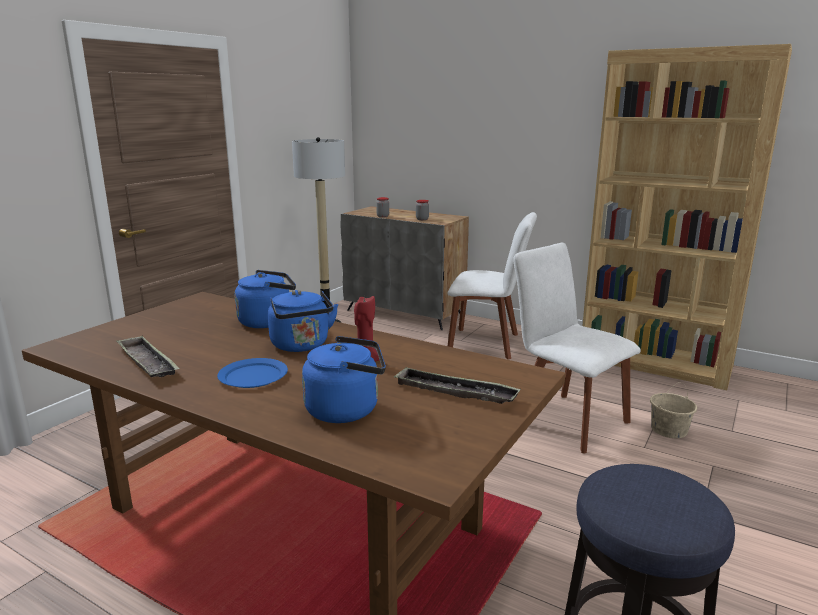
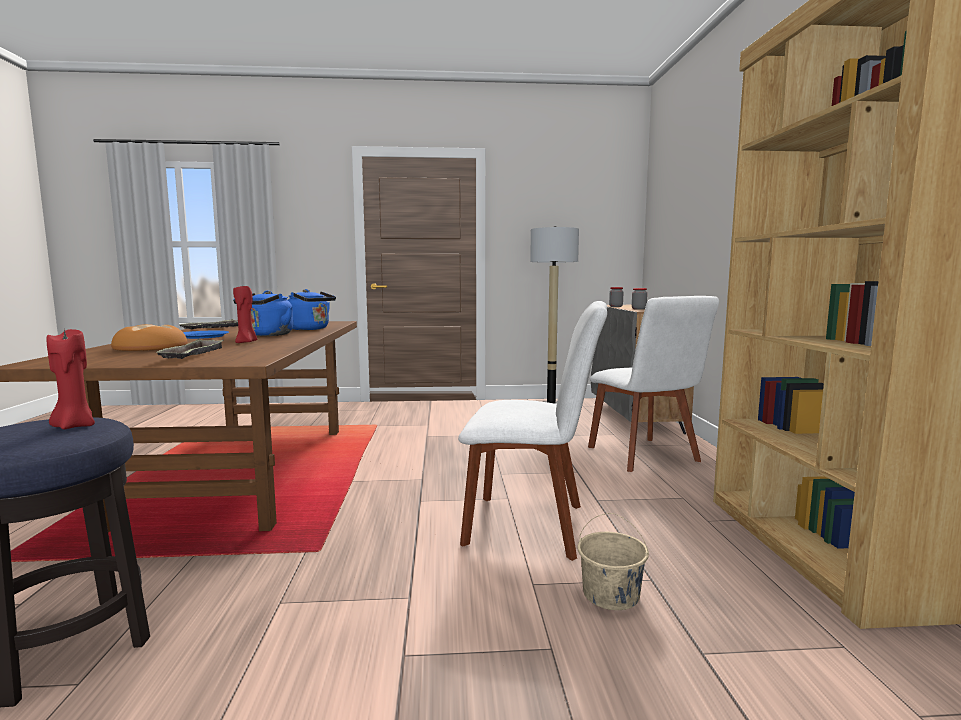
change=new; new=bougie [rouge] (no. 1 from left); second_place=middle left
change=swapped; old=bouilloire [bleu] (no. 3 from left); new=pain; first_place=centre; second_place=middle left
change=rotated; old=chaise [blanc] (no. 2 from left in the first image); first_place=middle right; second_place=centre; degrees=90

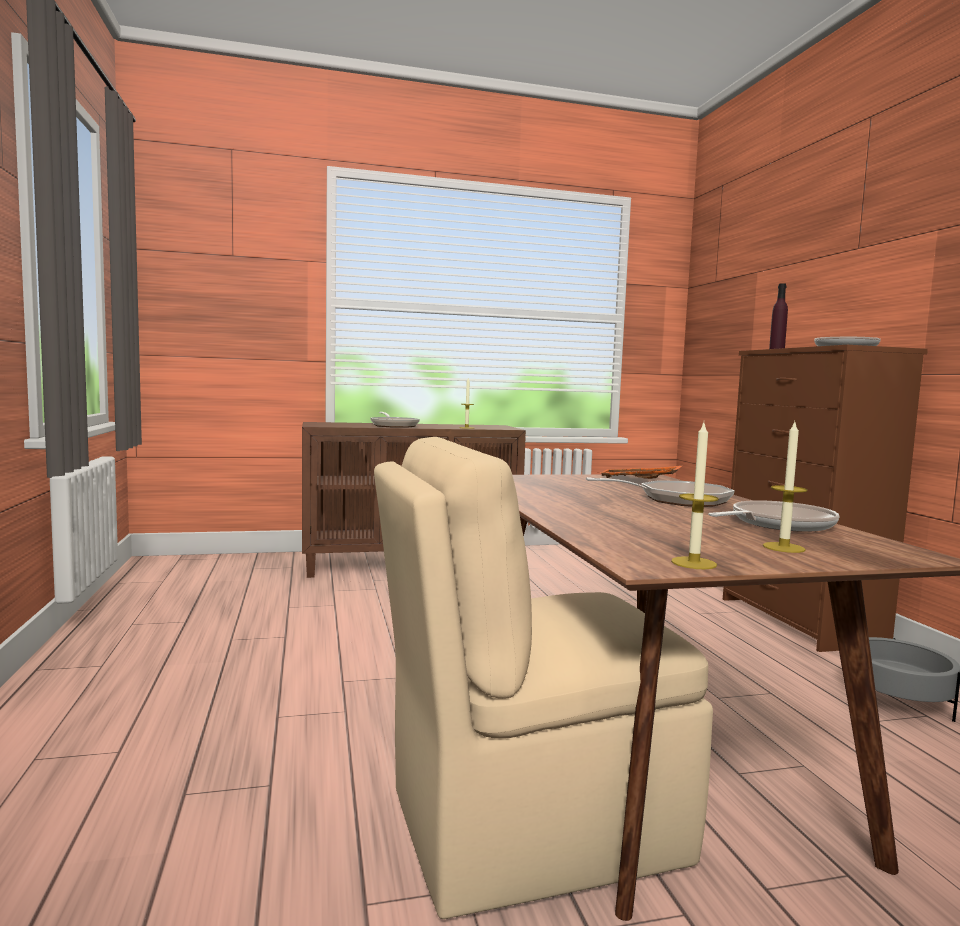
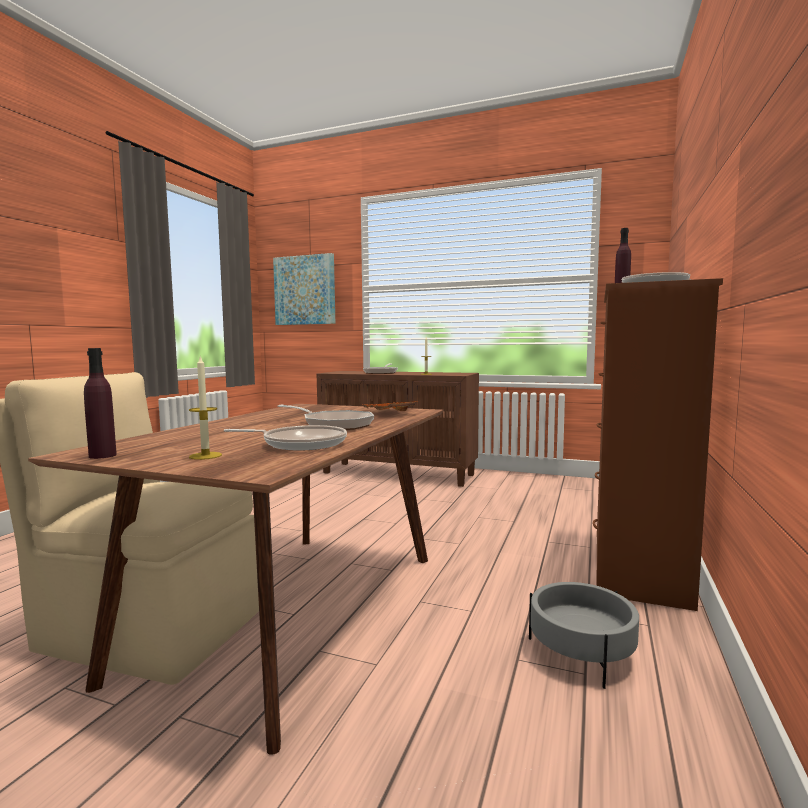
change=swapped; old=bougie (no. 2 from left); new=bouteille [violet] (no. 1 from left); first_place=middle right; second_place=middle left
change=new; new=tableau; second_place=centre

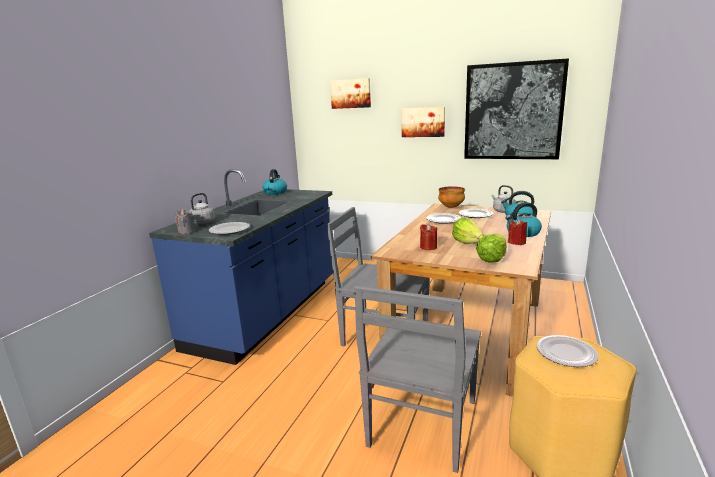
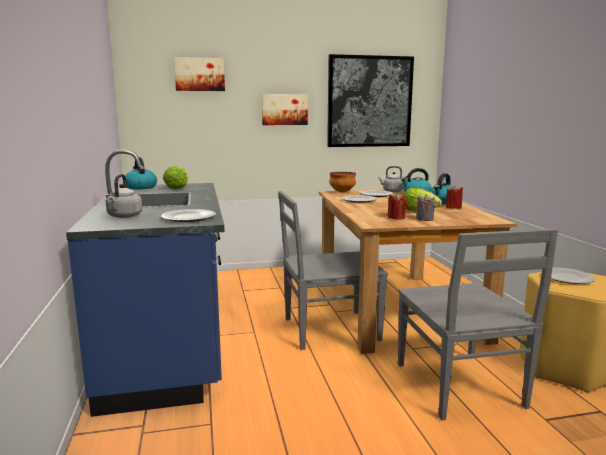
change=shifted; old=laitue (no. 2 from left in the first image); new=laitue (no. 1 from left); first_place=middle right; second_place=middle left
change=shifted; old=bougie [gris]; first_place=middle left; second_place=middle right

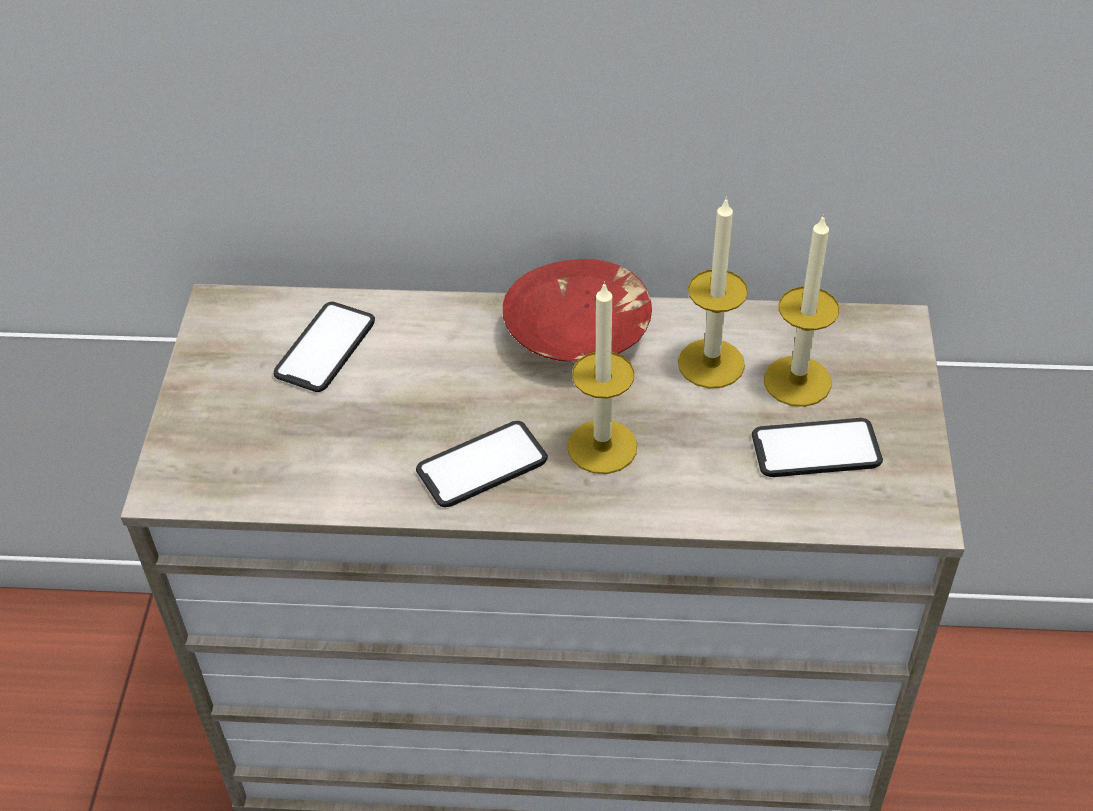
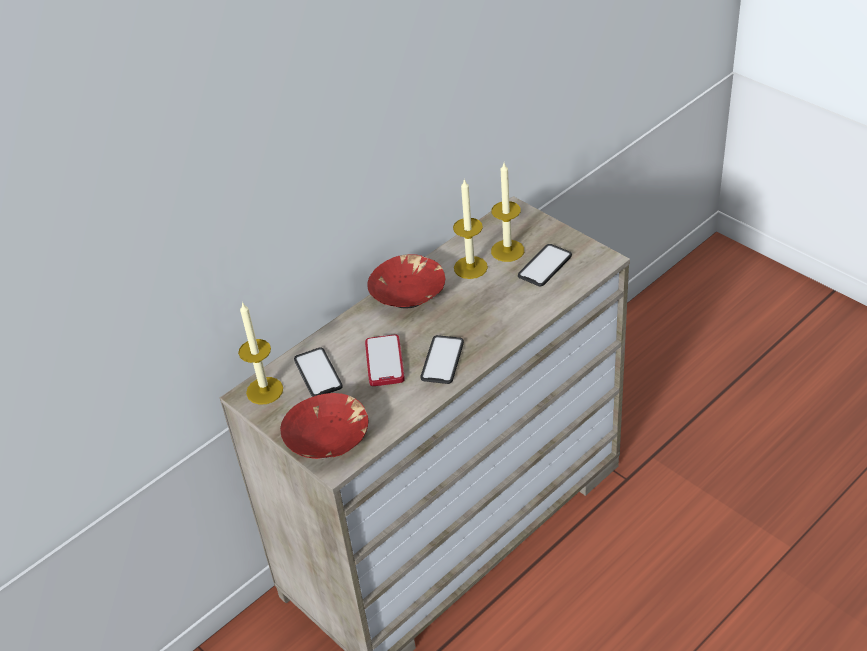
change=shifted; old=bougie (no. 1 from left); first_place=centre; second_place=middle left
change=new; new=bol [rouge] (no. 1 from left); second_place=centre
change=new; new=téléphone (no. 2 from left); second_place=centre

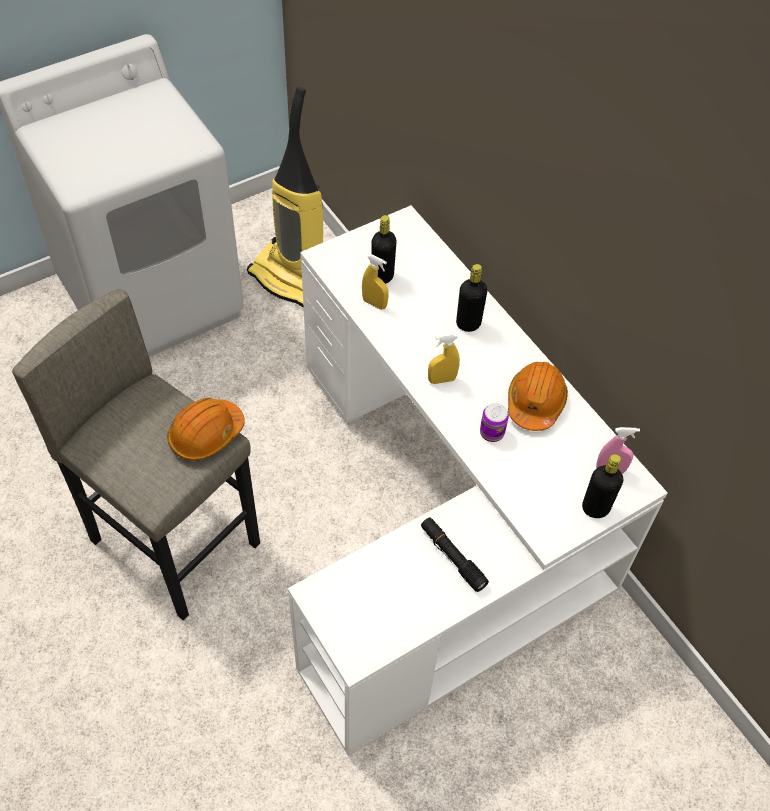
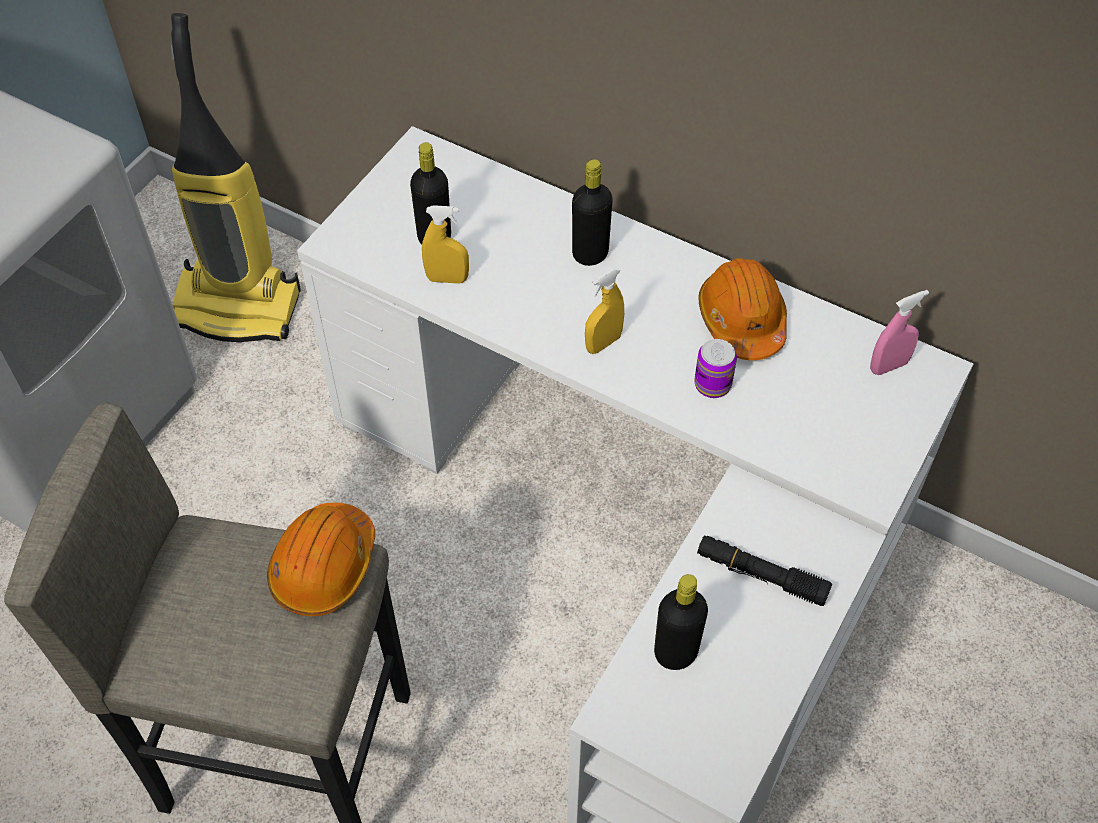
change=shifted; old=bouteille [noir] (no. 3 from left); first_place=middle right; second_place=bottom centre

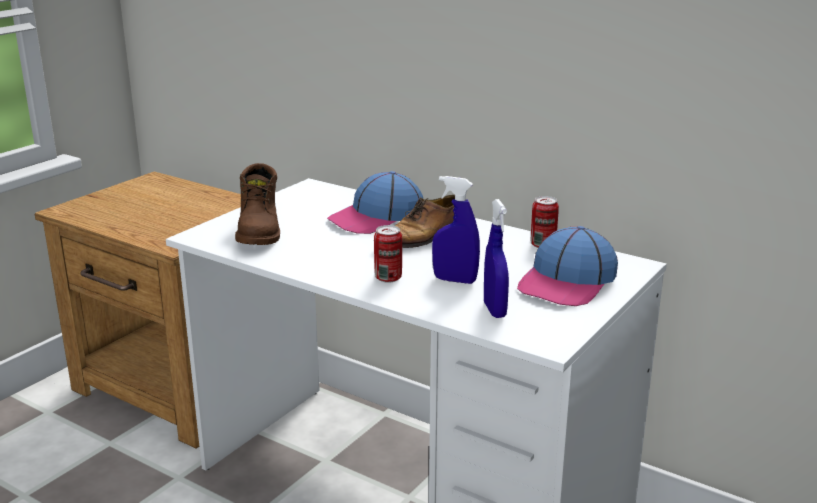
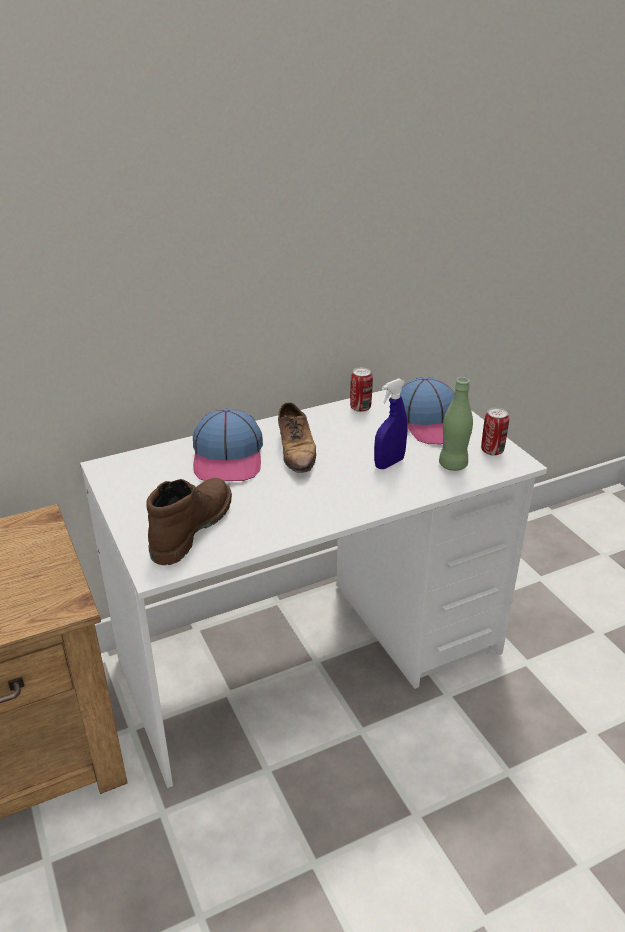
change=rotated; old=botte [marron]; first_place=middle left; second_place=middle left; degrees=-90
change=swapped; old=vaporisateur [bleu] (no. 2 from left); new=bouteille [vert]; first_place=centre; second_place=middle right
change=shifted; old=boîte métallique (no. 1 from left in the first image); new=boîte métallique (no. 2 from left); first_place=centre; second_place=middle right

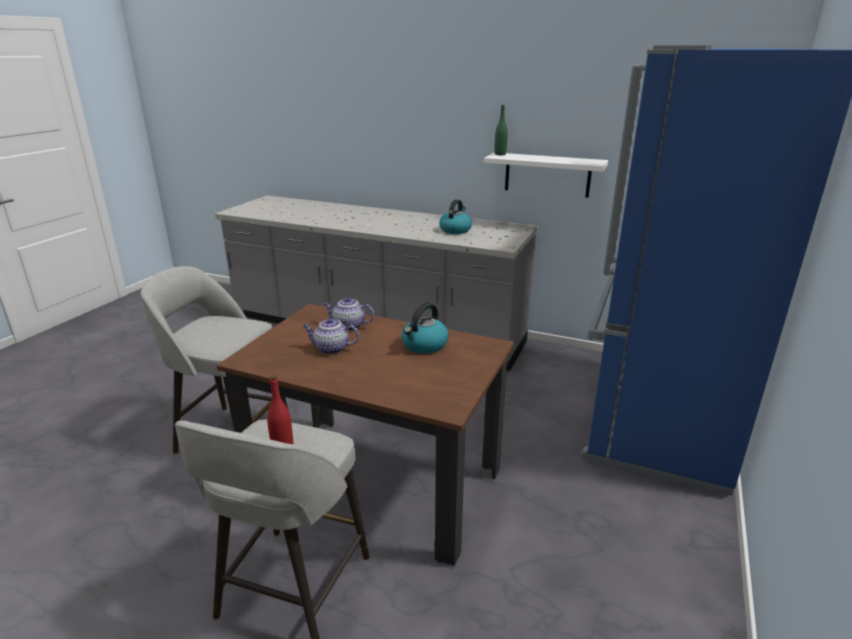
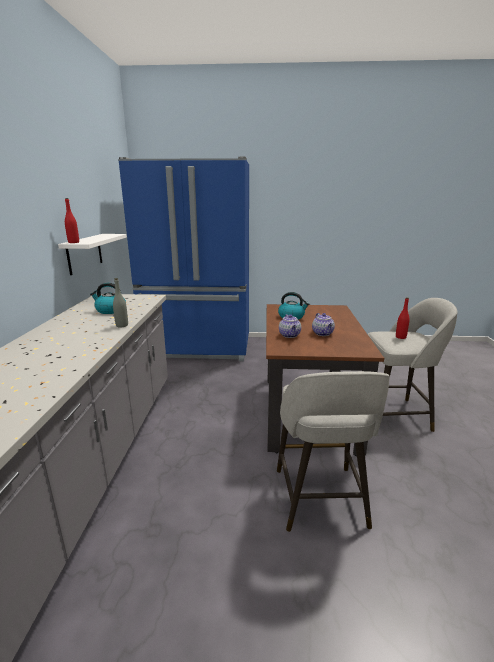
change=repainted; old=bouteille [vert]; new=bouteille [rouge] (no. 1 from left); first_place=top centre; second_place=top left
change=new; new=bouteille [gris]; second_place=middle left

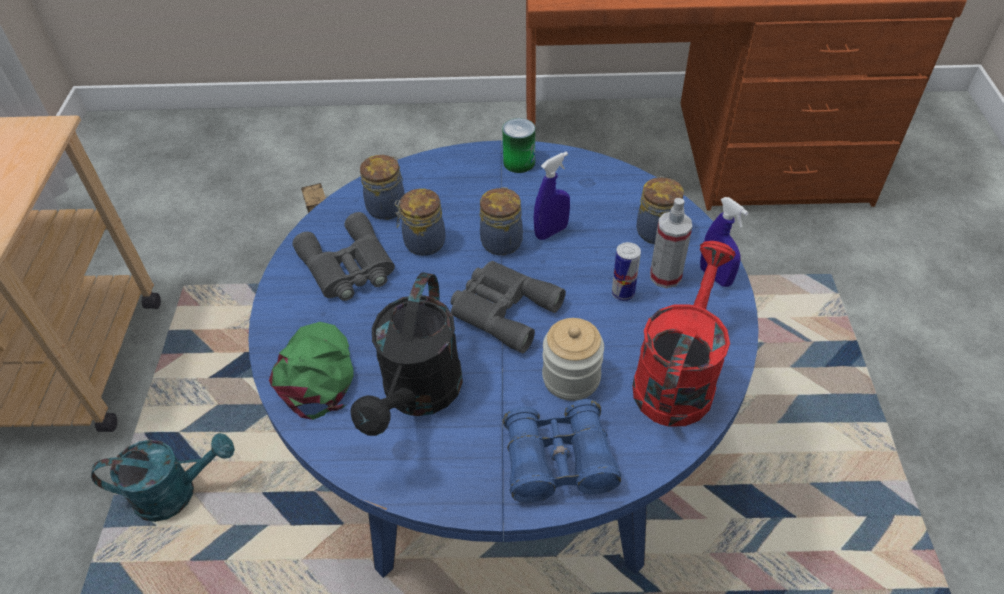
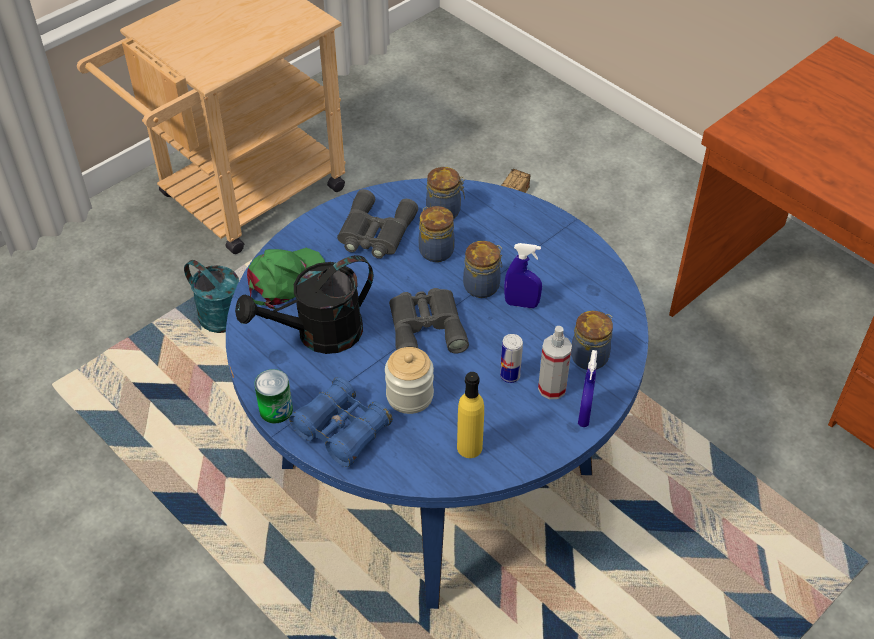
change=shifted; old=boîte métallique (no. 1 from left); first_place=top centre; second_place=middle left
change=swapped; old=arrosoir [rouge]; new=bouteille [jaune]; first_place=middle right; second_place=centre

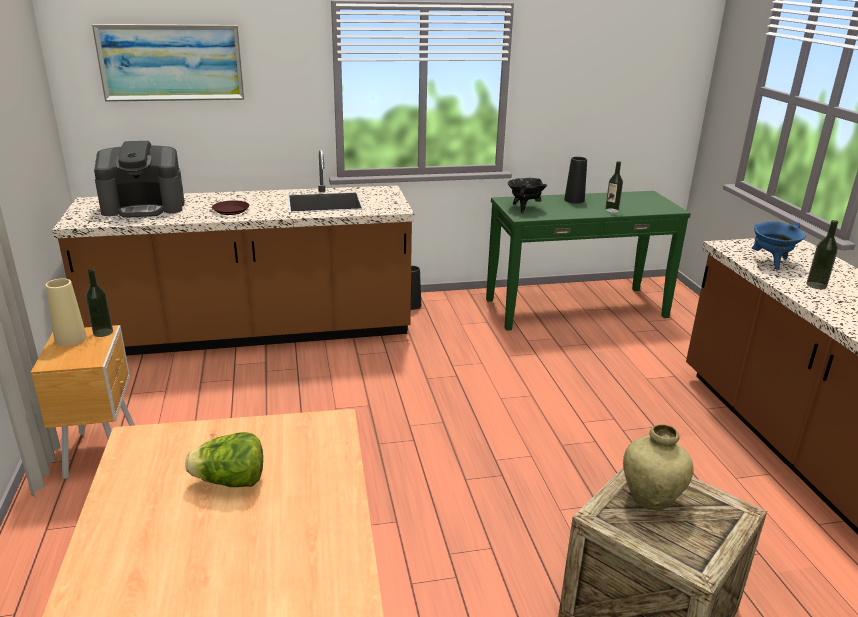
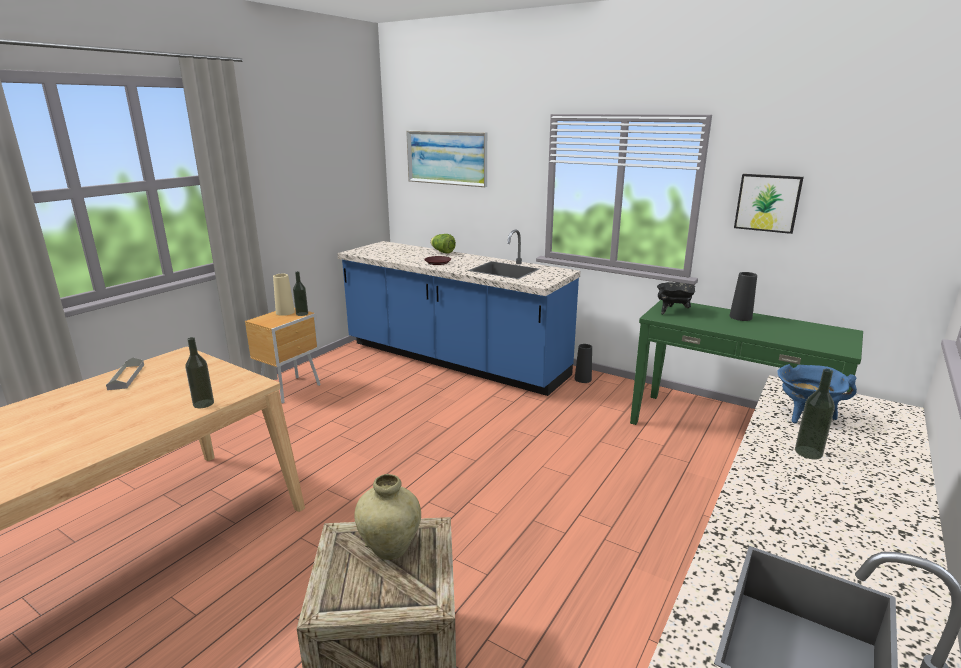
change=new; new=plateau [gris]; second_place=middle left
change=shifted; old=bouteille (no. 2 from left in the first image); new=bouteille (no. 1 from left); first_place=top right; second_place=middle left
change=repainted; old=comptoir de cuisine [marron] (no. 1 from left); new=comptoir de cuisine [bleu]; first_place=middle left; second_place=centre
change=shifted; old=laitue; first_place=bottom left; second_place=centre
change=new; new=tableau (no. 2 from left); second_place=top right
change=gone; old=machine à café; first_place=top left

